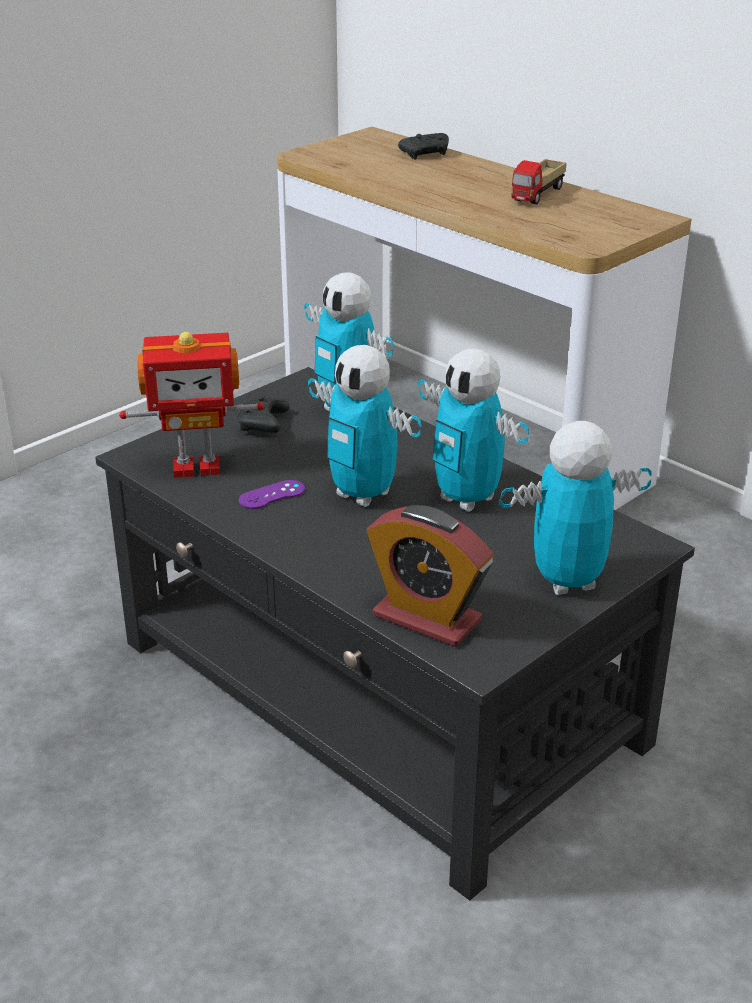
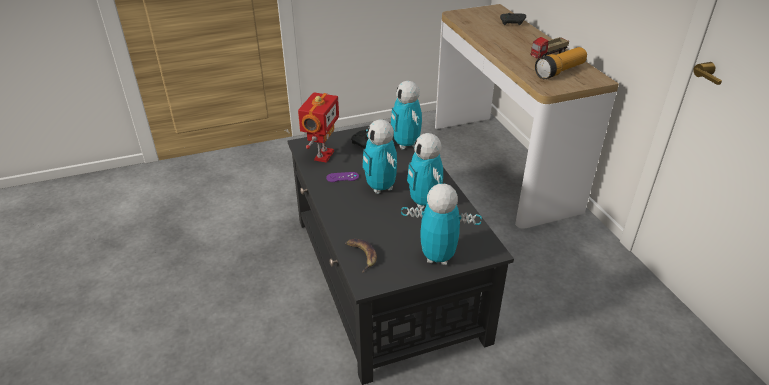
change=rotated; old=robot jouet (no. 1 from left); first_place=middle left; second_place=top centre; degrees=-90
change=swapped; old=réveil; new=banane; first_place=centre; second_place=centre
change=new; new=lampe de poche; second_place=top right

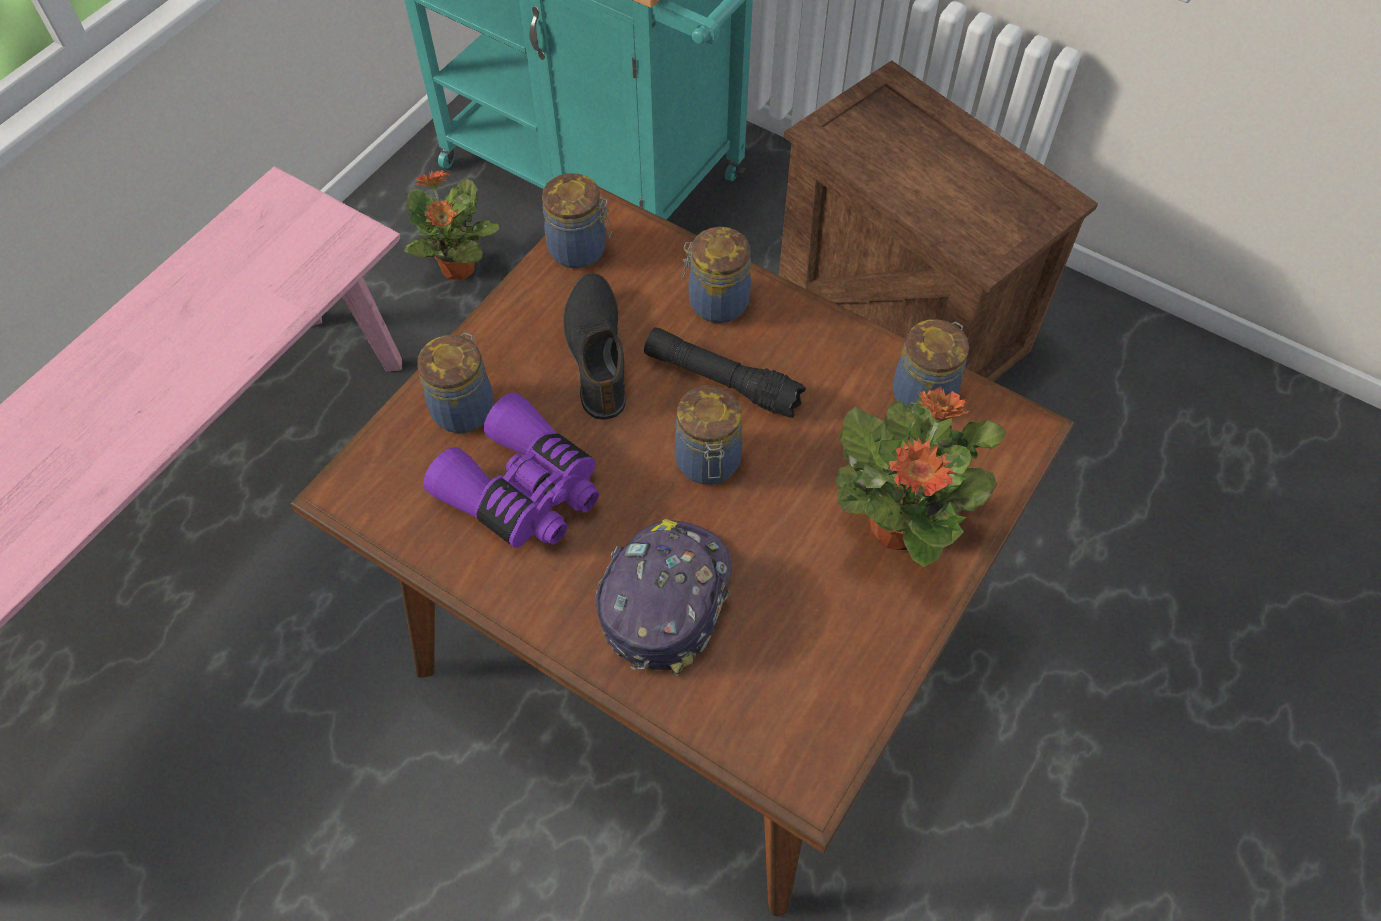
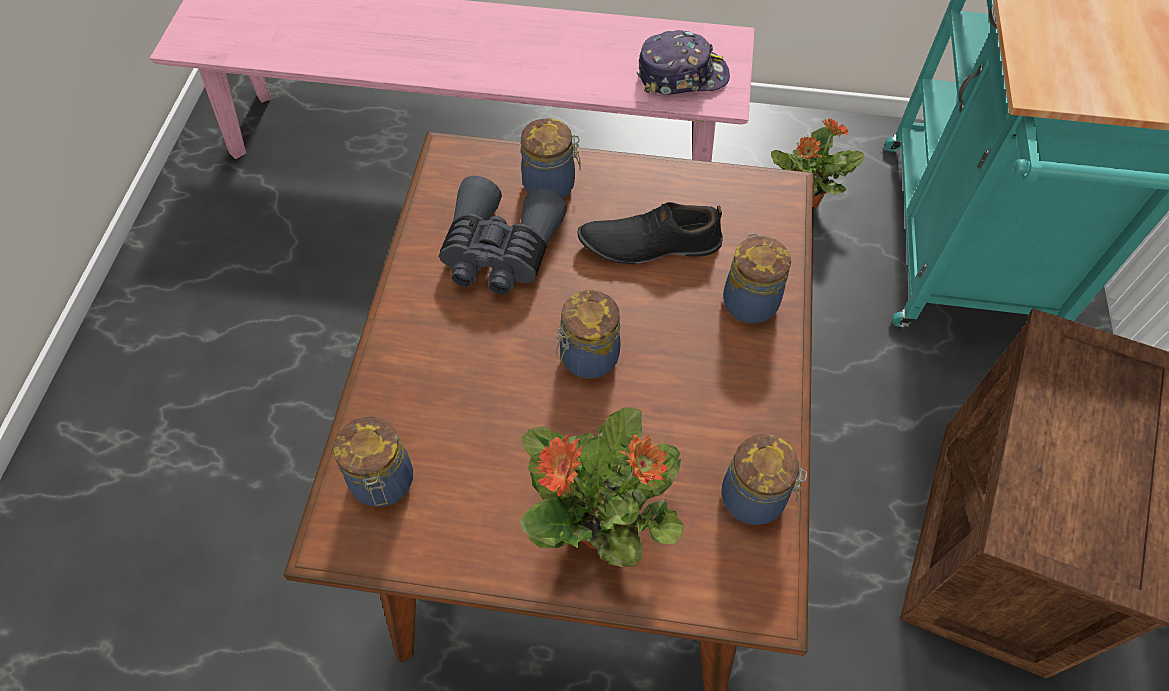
change=shifted; old=bocal (no. 2 from left in the first image); new=bocal (no. 1 from left); first_place=top centre; second_place=bottom left
change=repainted; old=jumelles [violet]; new=jumelles [gris]; first_place=centre; second_place=centre
change=rotated; old=chaussure [noir]; first_place=centre; second_place=centre; degrees=-150
change=shifted; old=casquette; first_place=centre; second_place=top centre
change=gone; old=lampe de poche [noir]; first_place=centre

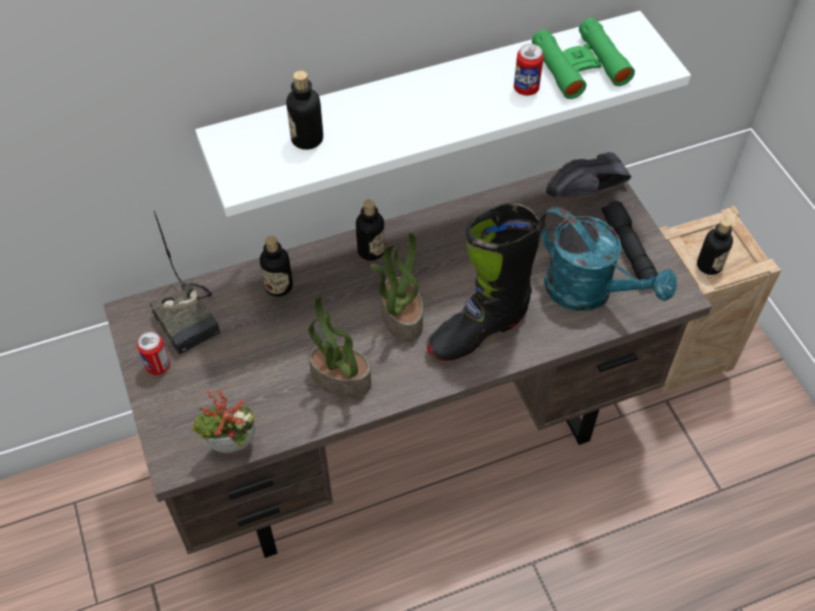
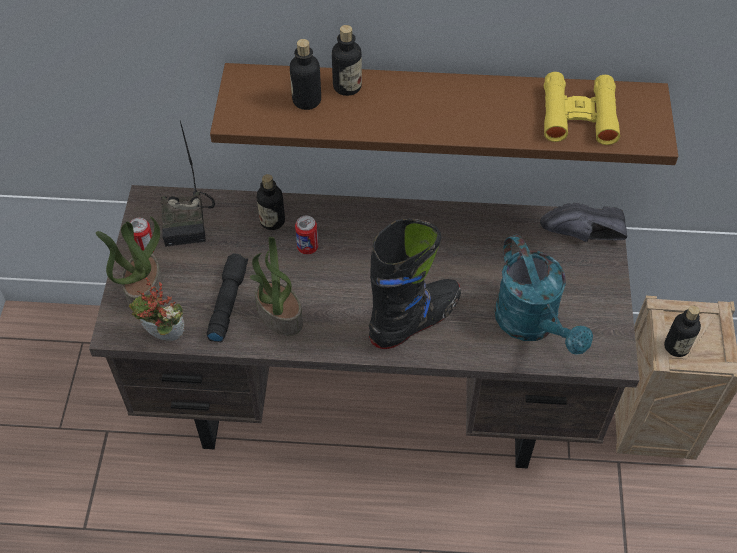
change=shifted; old=plante en pot (no. 3 from left in the first image); new=plante en pot (no. 1 from left); first_place=centre; second_place=middle left
change=shifted; old=lampe de poche [noir]; first_place=middle right; second_place=middle left
change=repainted; old=étagère [blanc]; new=étagère [marron]; first_place=top centre; second_place=top centre
change=shifted; old=boîte métallique (no. 2 from left); first_place=top centre; second_place=centre
change=shifted; old=bouteille (no. 3 from left); first_place=centre; second_place=top centre
change=rotated; old=botte [noir]; first_place=centre; second_place=centre; degrees=150
change=repainted; old=jumelles [vert]; new=jumelles [jaune]; first_place=top right; second_place=top right

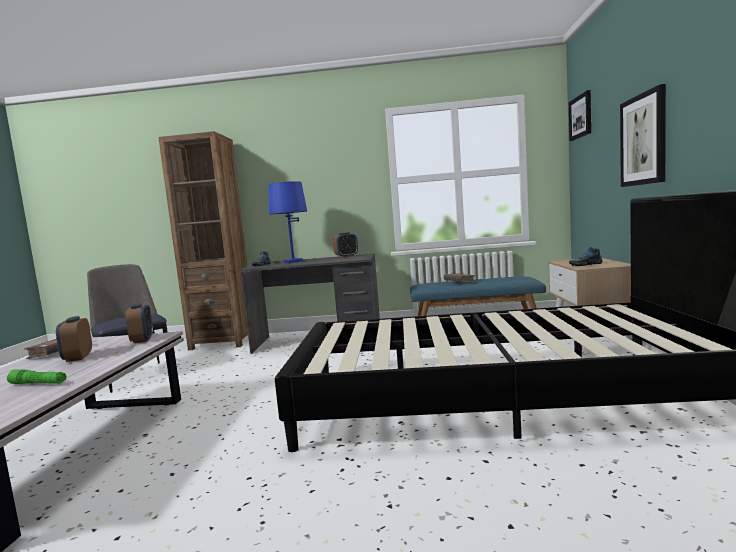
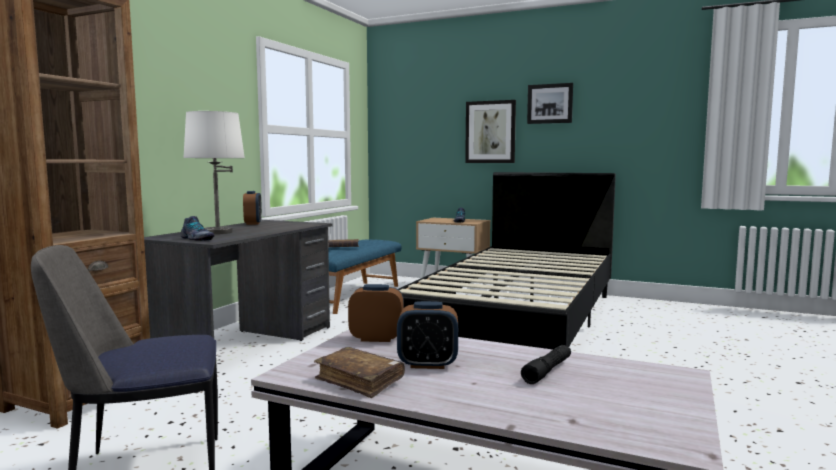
change=repainted; old=lampe de table [bleu]; new=lampe de table [blanc]; first_place=centre; second_place=middle left
change=repainted; old=lampe de poche [vert]; new=lampe de poche [noir]; first_place=bottom left; second_place=bottom centre
change=shifted; old=tableau (no. 1 from left in the first image); new=tableau (no. 2 from left); first_place=top right; second_place=top centre

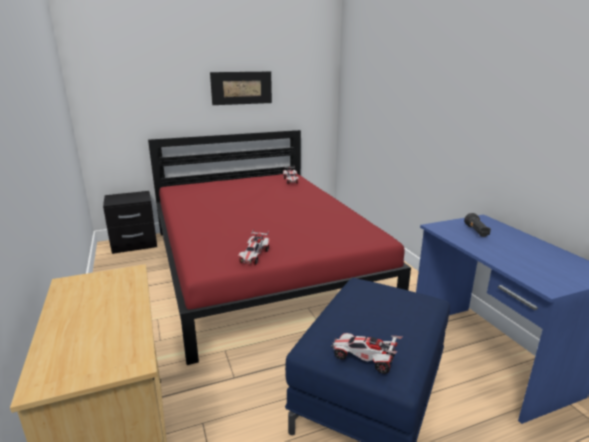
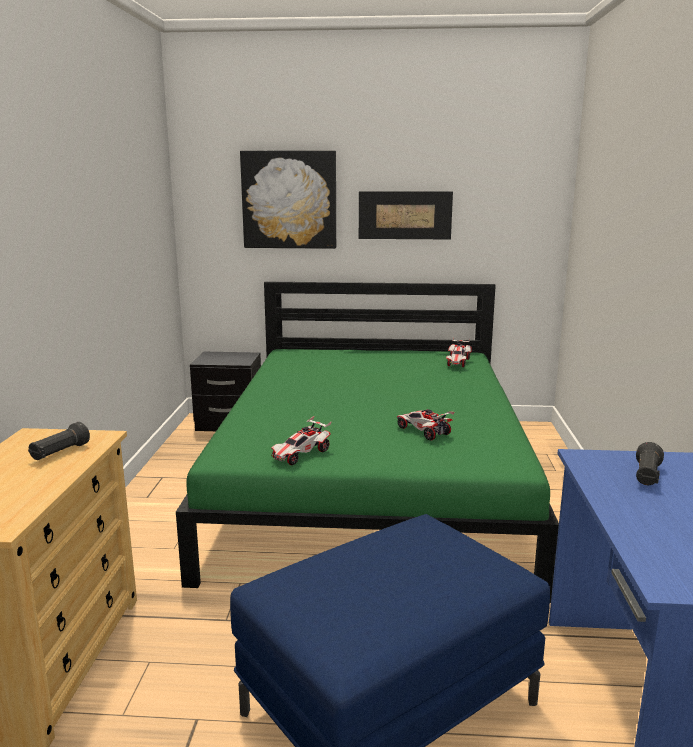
change=new; new=lampe de poche [noir] (no. 1 from left); second_place=middle left
change=repainted; old=lit [rouge]; new=lit [vert]; first_place=centre; second_place=centre
change=new; new=tableau (no. 1 from left); second_place=top centre
change=shifted; old=petite voiture (no. 3 from left in the first image); new=petite voiture (no. 2 from left); first_place=bottom centre; second_place=centre

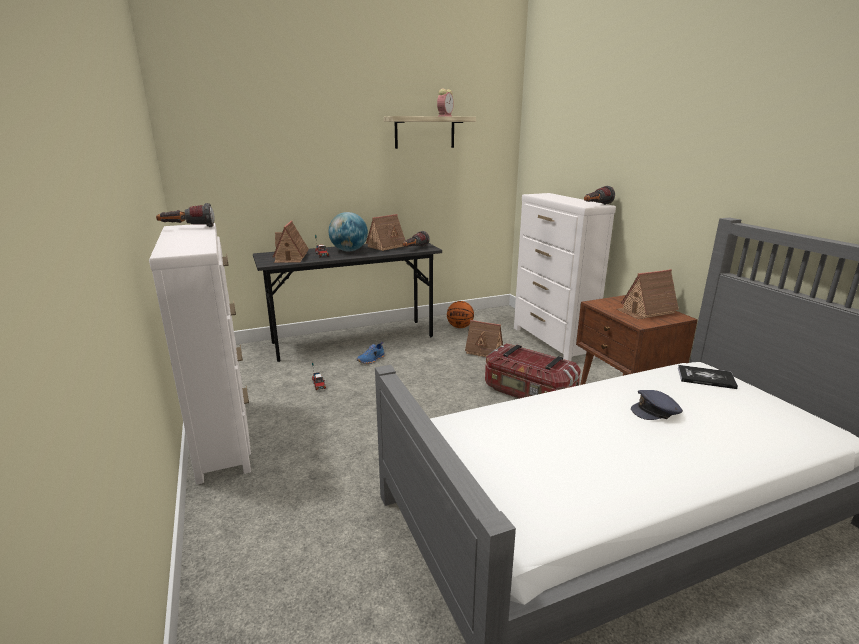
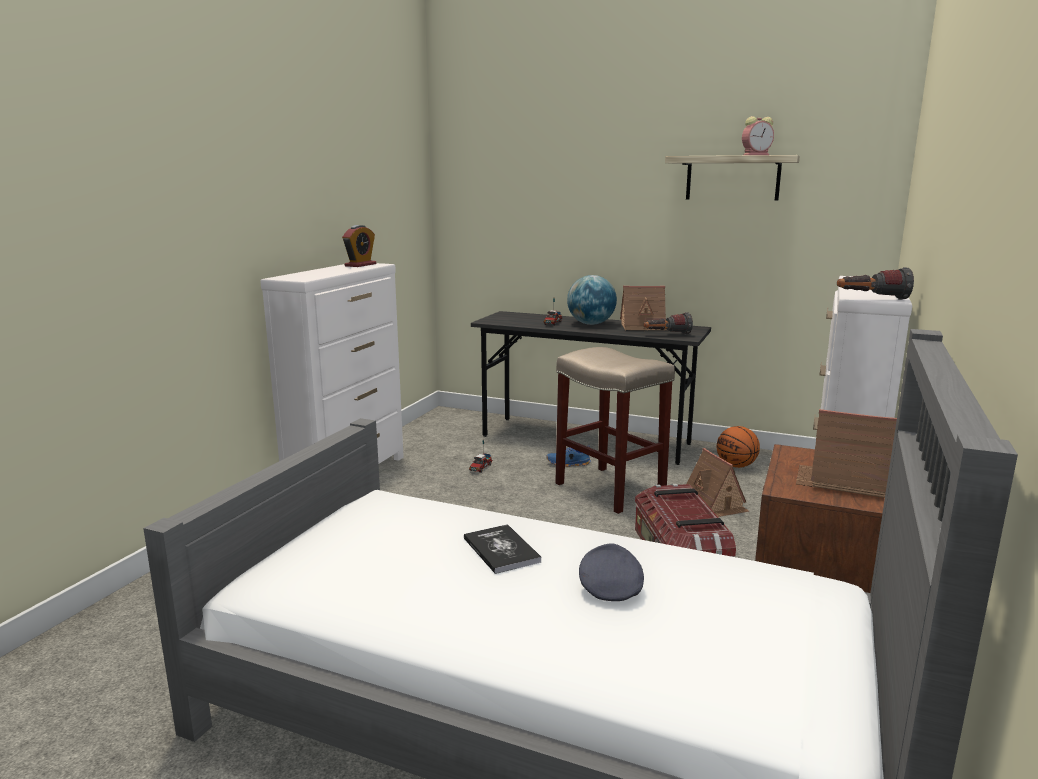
change=swapped; old=lampe de poche (no. 1 from left); new=réveil (no. 1 from left); first_place=middle left; second_place=top centre
change=shifted; old=livre; first_place=middle right; second_place=bottom centre
change=new; new=tabouret [beige]; second_place=centre
change=rotated; old=casquette [gris]; first_place=middle right; second_place=bottom centre; degrees=60
change=gone; old=maison miniature (no. 1 from left); first_place=centre

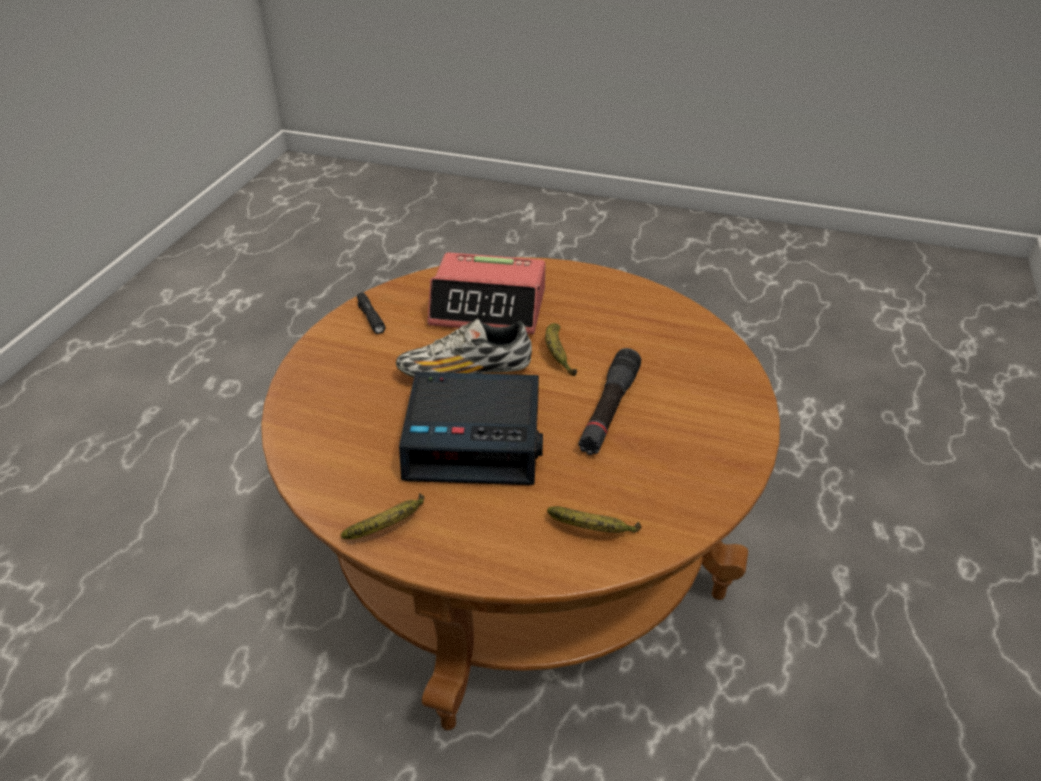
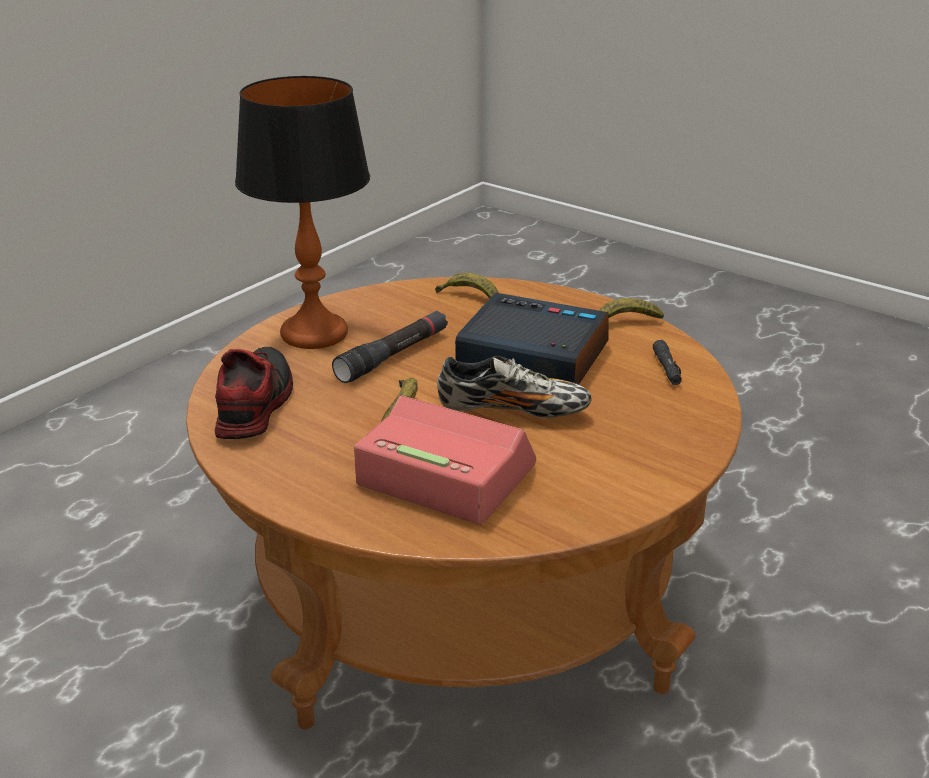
change=new; new=chaussure (no. 1 from left); second_place=middle left
change=new; new=lampe de table; second_place=top left
change=shifted; old=lampe de poche [noir] (no. 1 from left in the first image); new=lampe de poche [noir] (no. 2 from left); first_place=centre; second_place=middle right

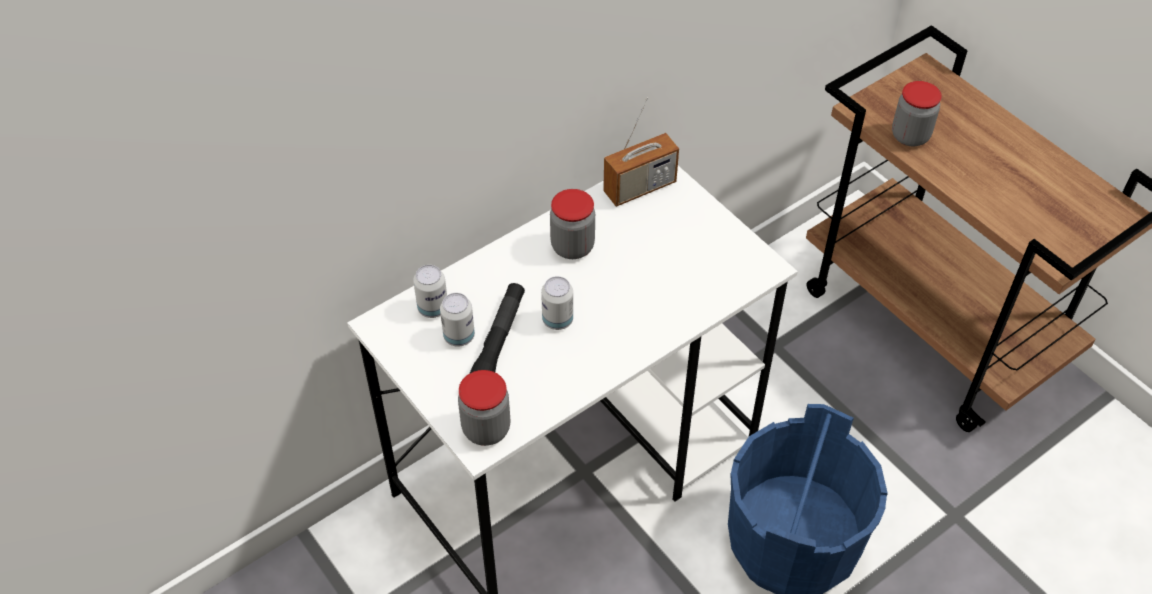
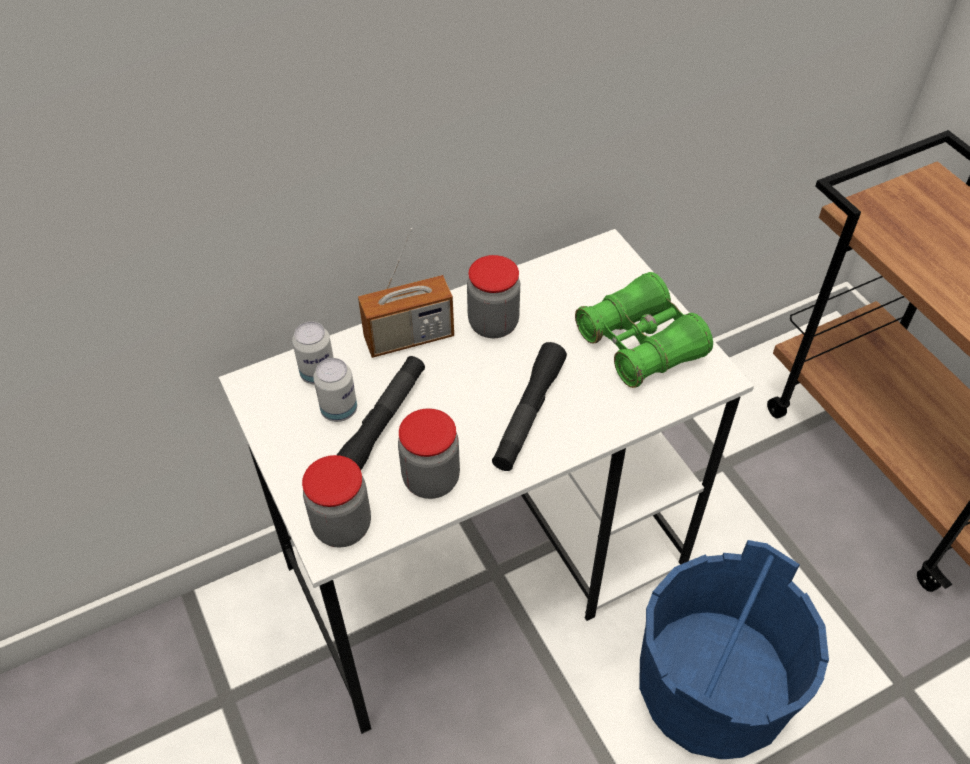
change=shifted; old=radio; first_place=top centre; second_place=centre
change=shifted; old=bocal (no. 3 from left in the first image); new=bocal (no. 2 from left); first_place=top right; second_place=centre
change=new; new=lampe de poche [noir] (no. 2 from left); second_place=centre
change=new; new=jumelles [vert]; second_place=centre
change=gone; old=boîte métallique (no. 3 from left); first_place=centre

